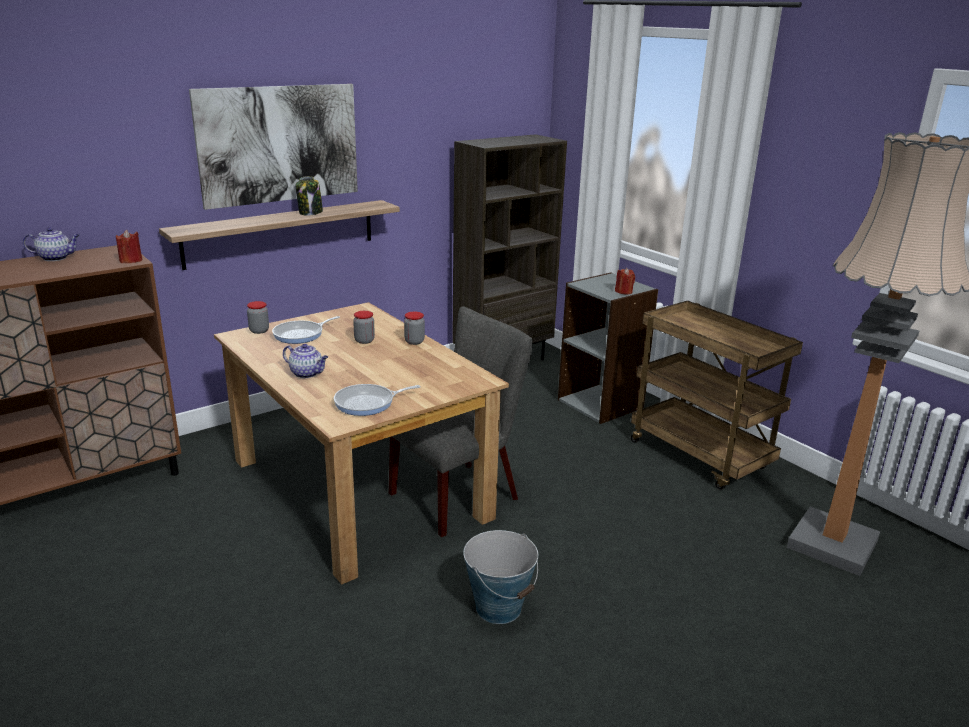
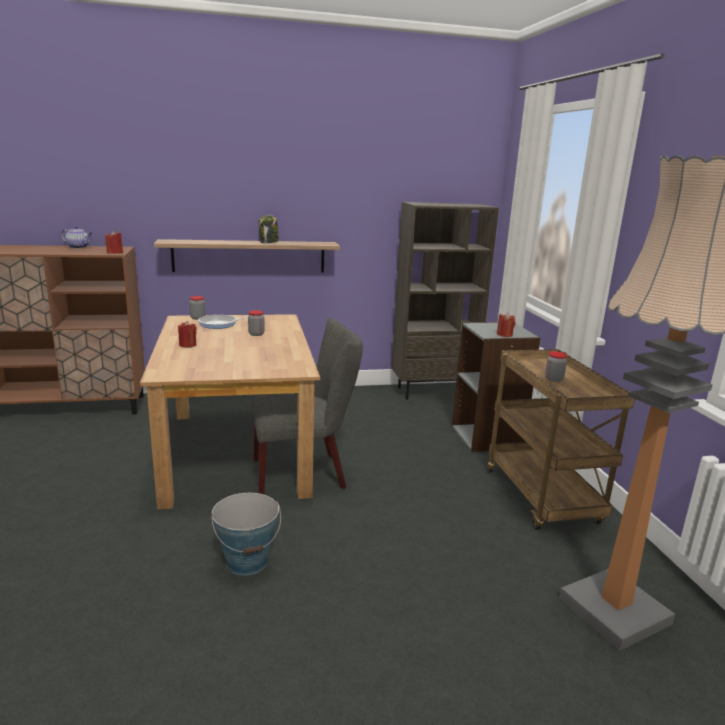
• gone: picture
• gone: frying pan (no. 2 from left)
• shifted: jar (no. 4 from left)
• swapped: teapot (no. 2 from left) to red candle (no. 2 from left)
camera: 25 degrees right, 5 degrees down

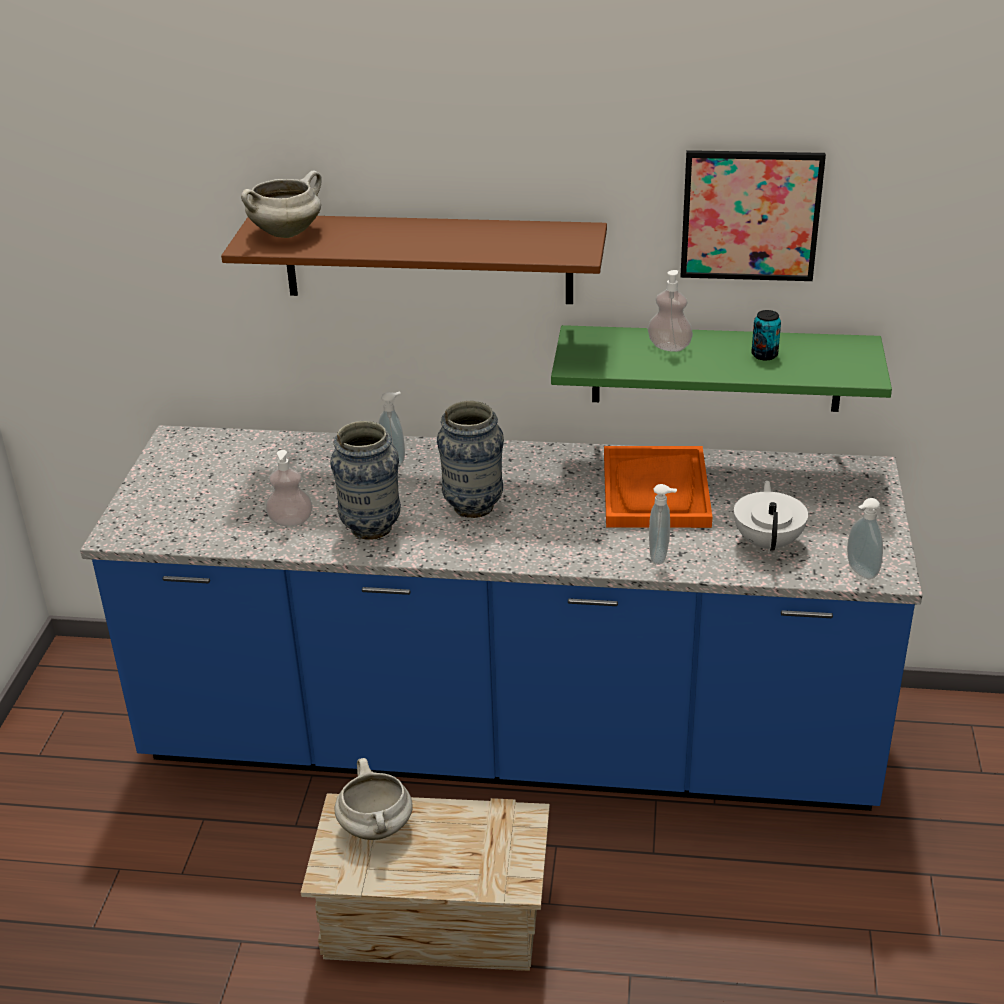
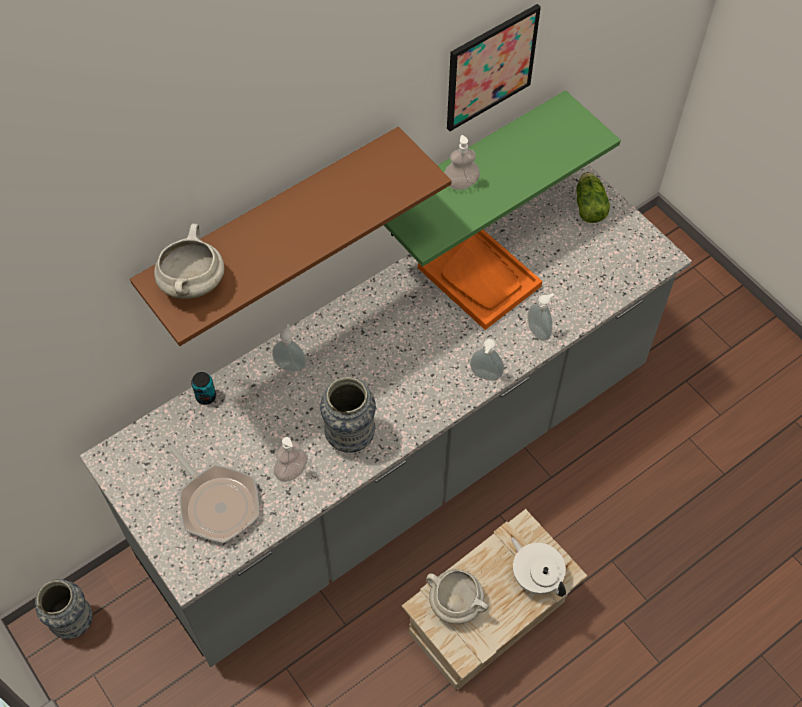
• new: frying pan
• new: lettuce
• shifted: vase (no. 2 from left in the first image) to vase (no. 1 from left)
• shifted: white teapot
• shifted: can
• shifted: soap dispenser (no. 5 from left in the first image) to soap dispenser (no. 4 from left)
• repainted: blue counter to grey counter
camera: 45 degrees left, 25 degrees up

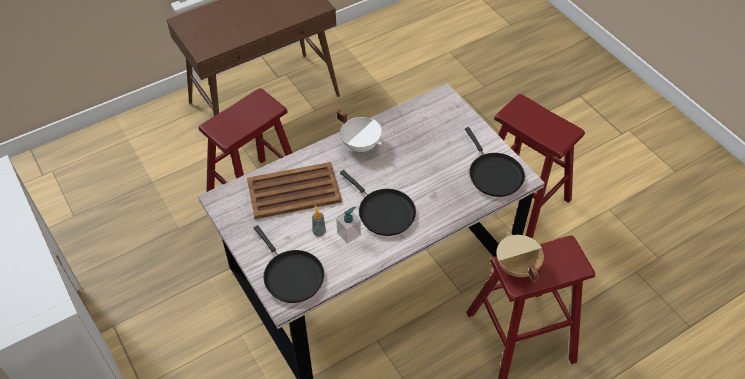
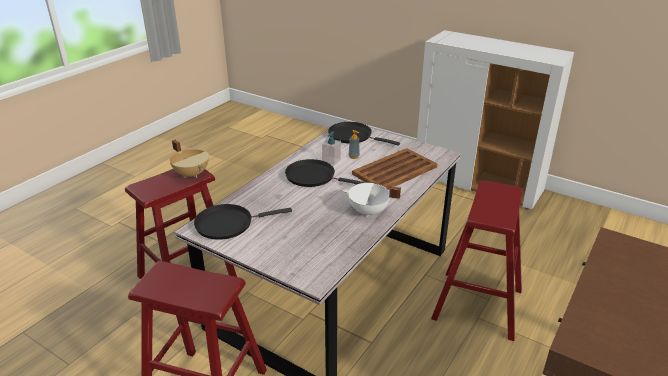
• rotated: black frying pan (no. 3 from left in the first image) 60 degrees counterclockwise
camera: 155 degrees right, 20 degrees down

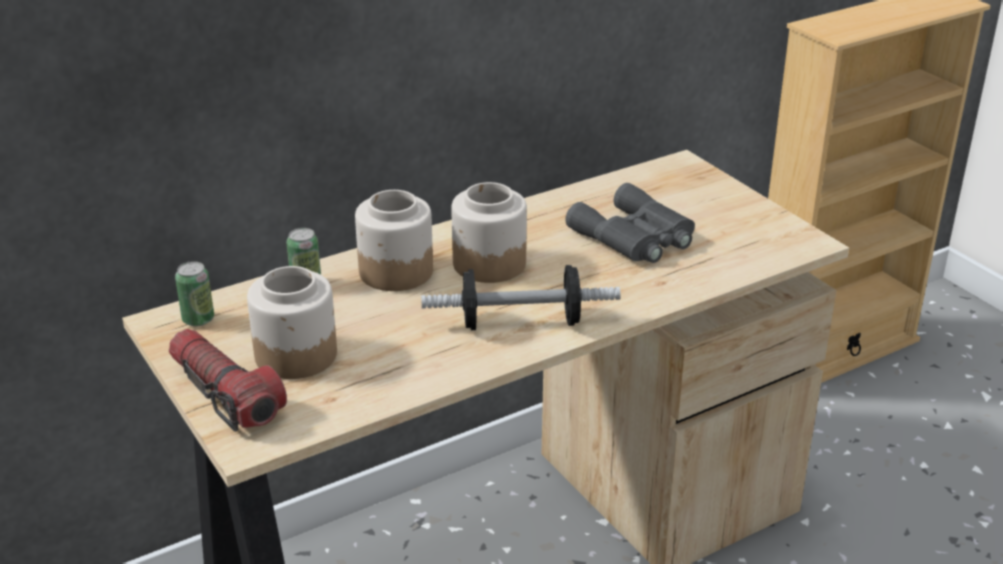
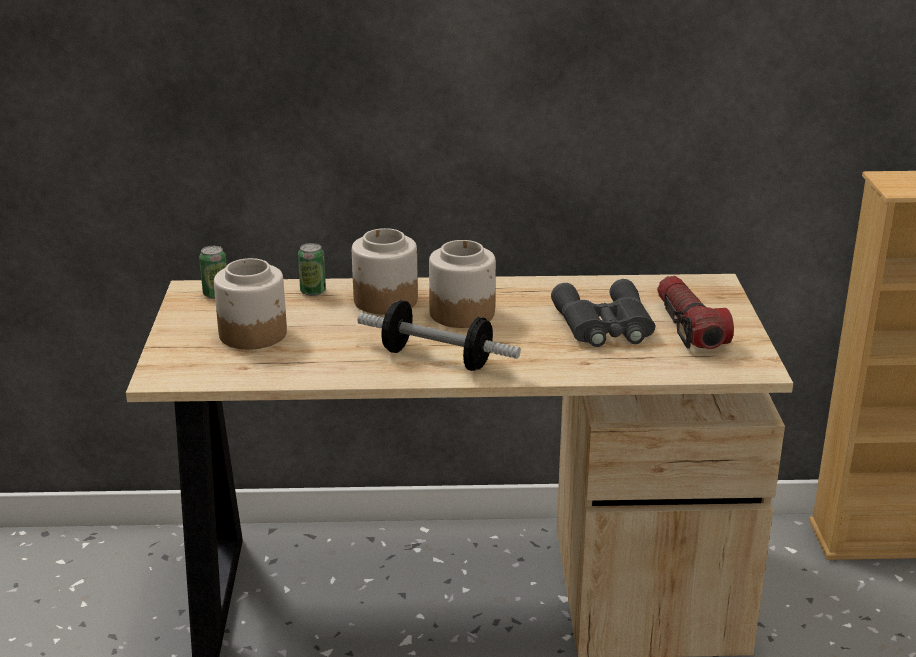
• shifted: flashlight
camera: 30 degrees right, 5 degrees down

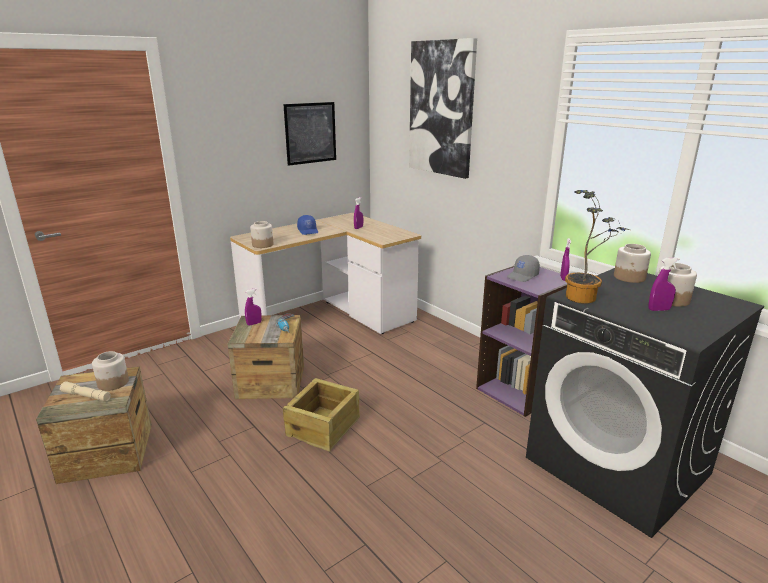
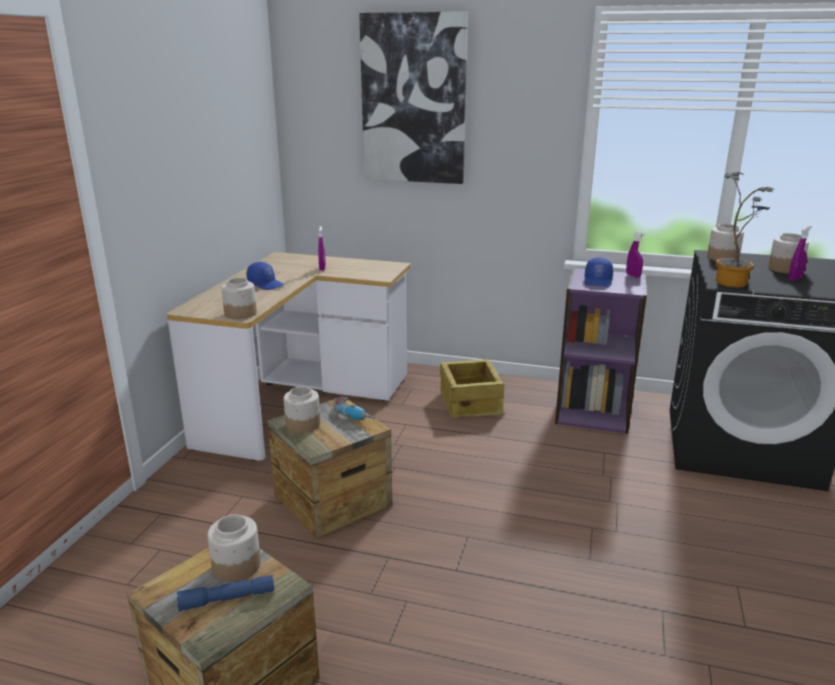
• gone: picture (no. 1 from left)
• shifted: crate (no. 3 from left)
• swapped: purple spray bottle (no. 1 from left) to jar (no. 3 from left)
• repainted: beige flashlight to blue flashlight
• repainted: grey cap to blue cap (no. 2 from left)
camera: 35 degrees left, 0 degrees up

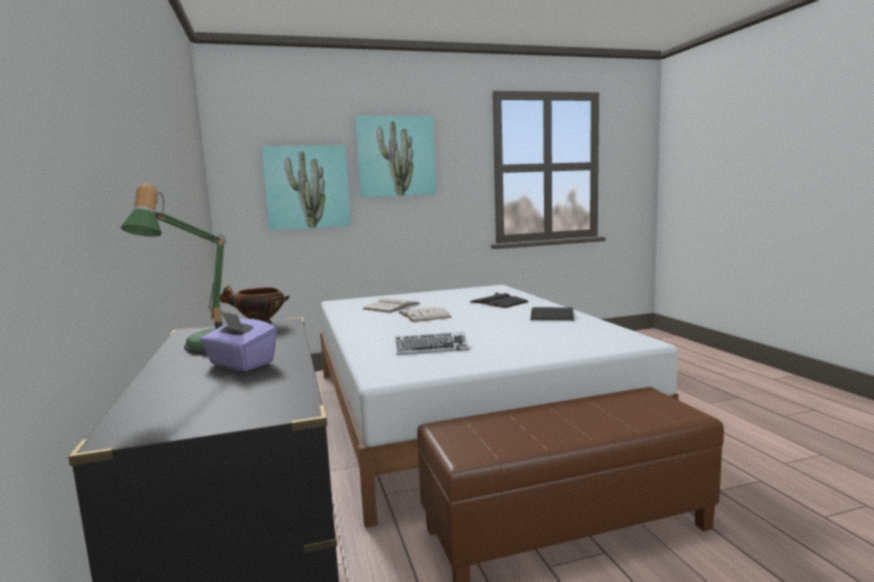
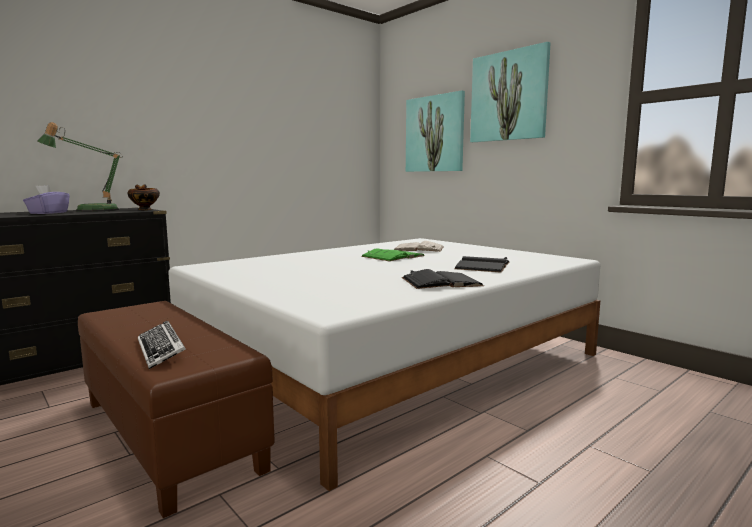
• shifted: keyboard
• repainted: white book (no. 2 from left) to green book
camera: 65 degrees right, 0 degrees up

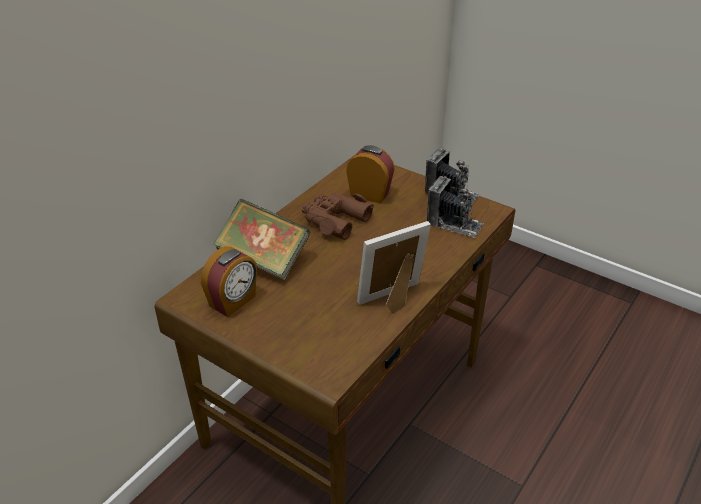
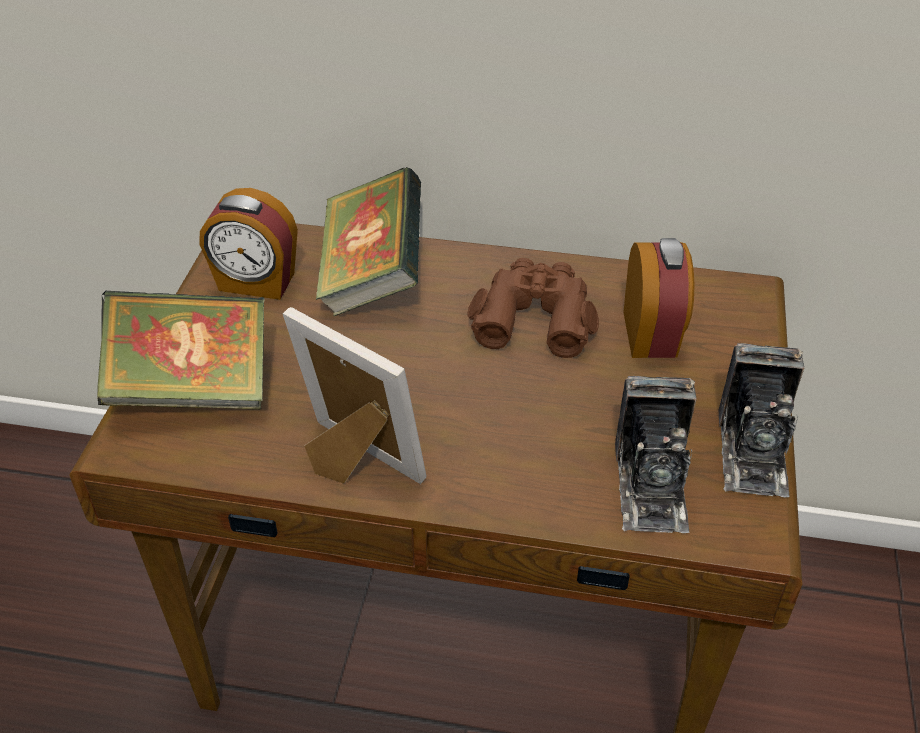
• new: book (no. 1 from left)
camera: 65 degrees right, 5 degrees up

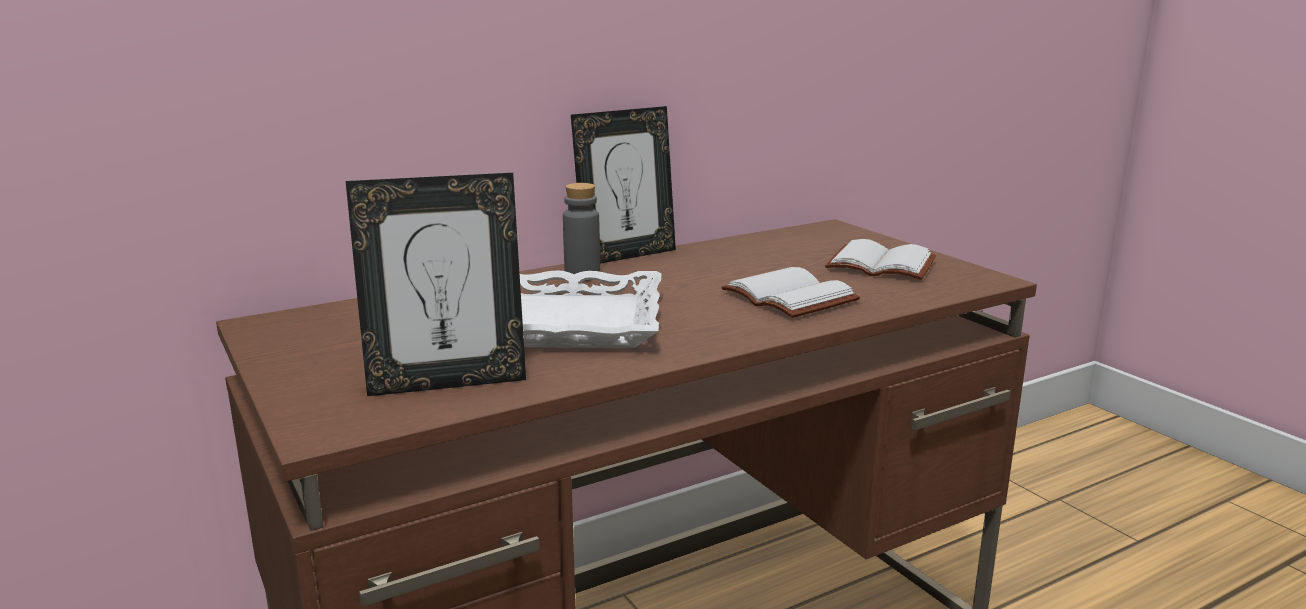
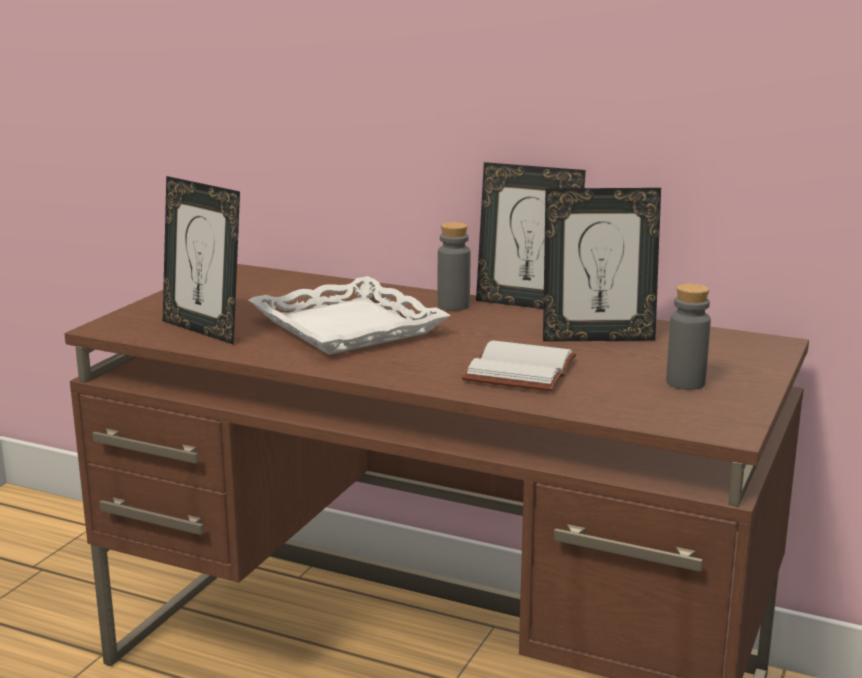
• new: picture frame (no. 3 from left)
• swapped: white book (no. 2 from left) to grey bottle (no. 2 from left)
camera: 55 degrees right, 0 degrees up

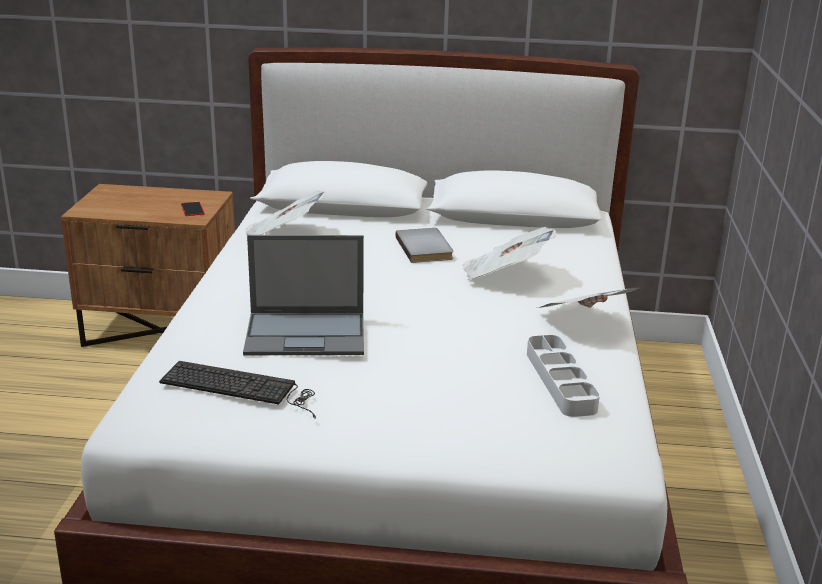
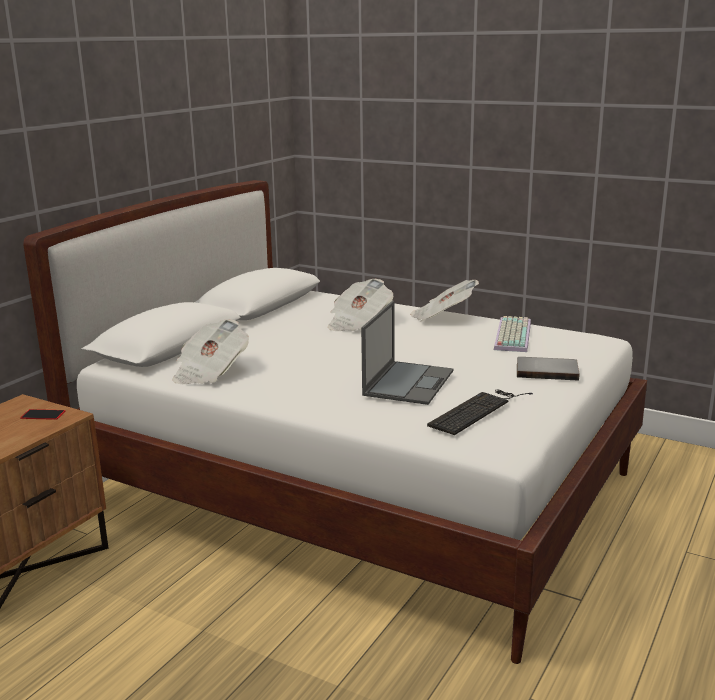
• shifted: grey book
• swapped: grey tray to keyboard (no. 2 from left)
camera: 65 degrees left, 5 degrees down

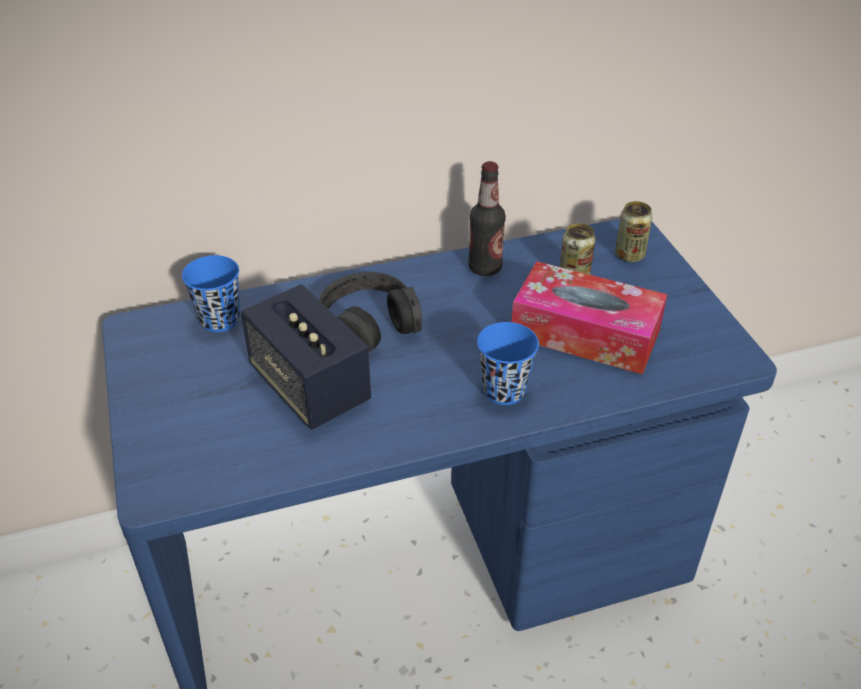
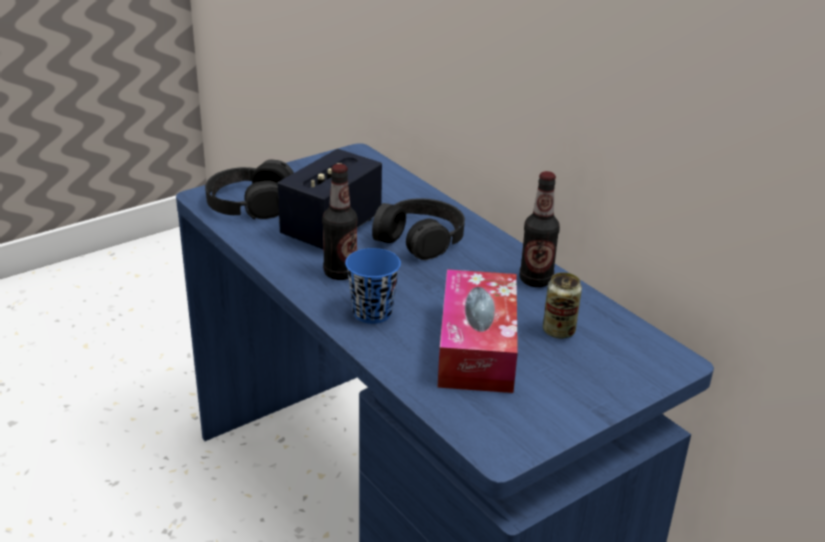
• gone: blue cup (no. 1 from left)
• gone: can (no. 2 from left)
• new: black headphones (no. 1 from left)
• new: bottle (no. 1 from left)
camera: 70 degrees right, 10 degrees down

